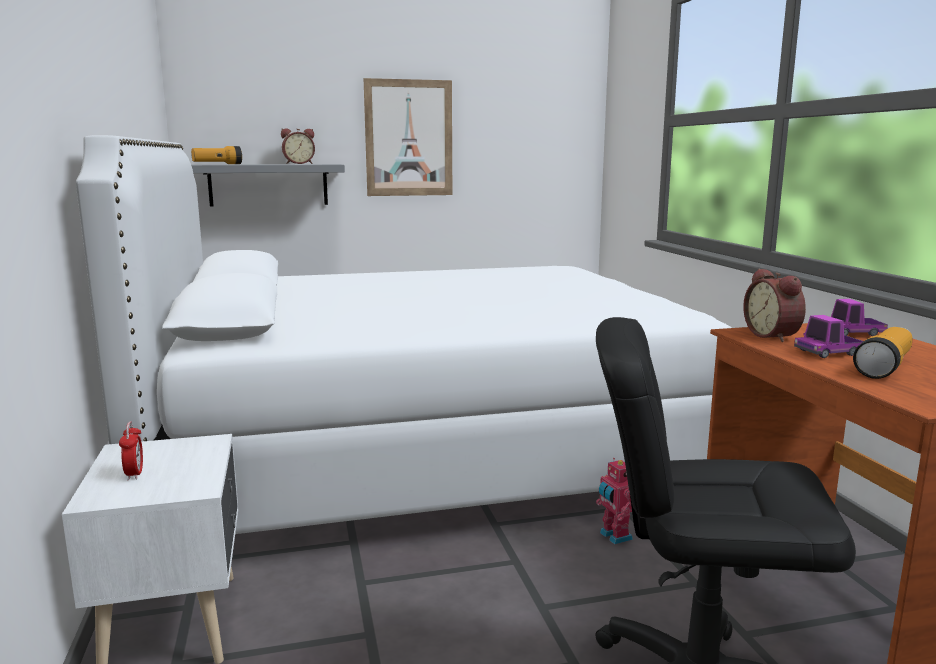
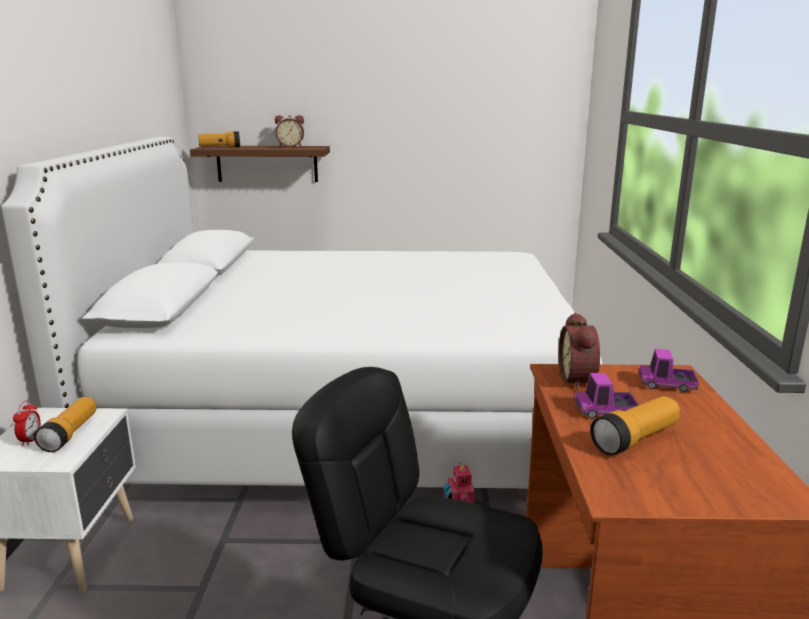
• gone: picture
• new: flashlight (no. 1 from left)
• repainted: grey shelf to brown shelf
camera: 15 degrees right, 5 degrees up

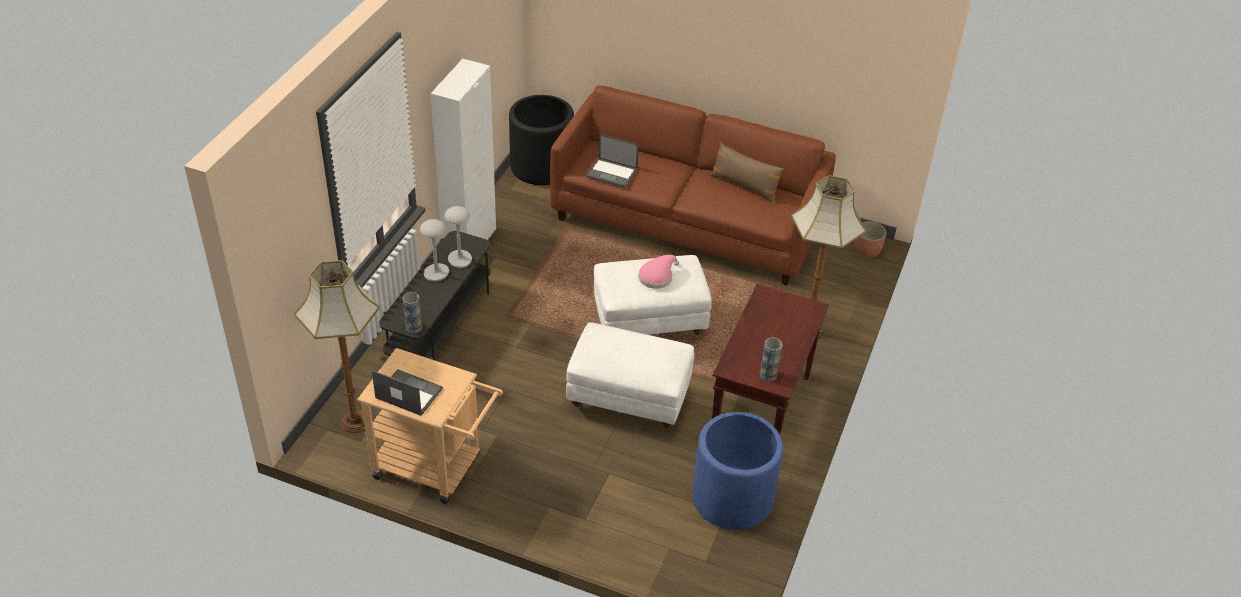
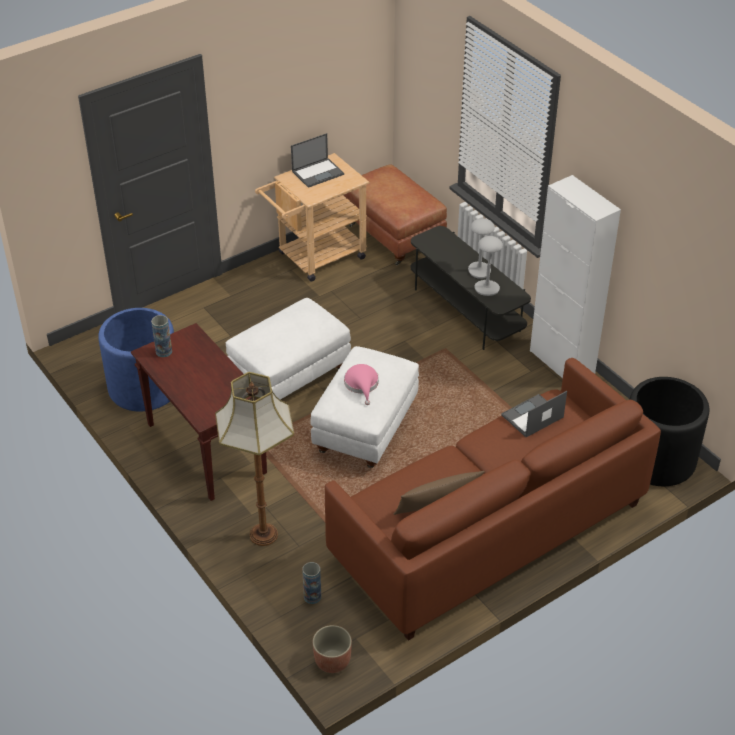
• shifted: vase (no. 1 from left in the first image) to vase (no. 2 from left)
• swapped: floor lamp (no. 1 from left) to brown ottoman
camera: 125 degrees right, 0 degrees up

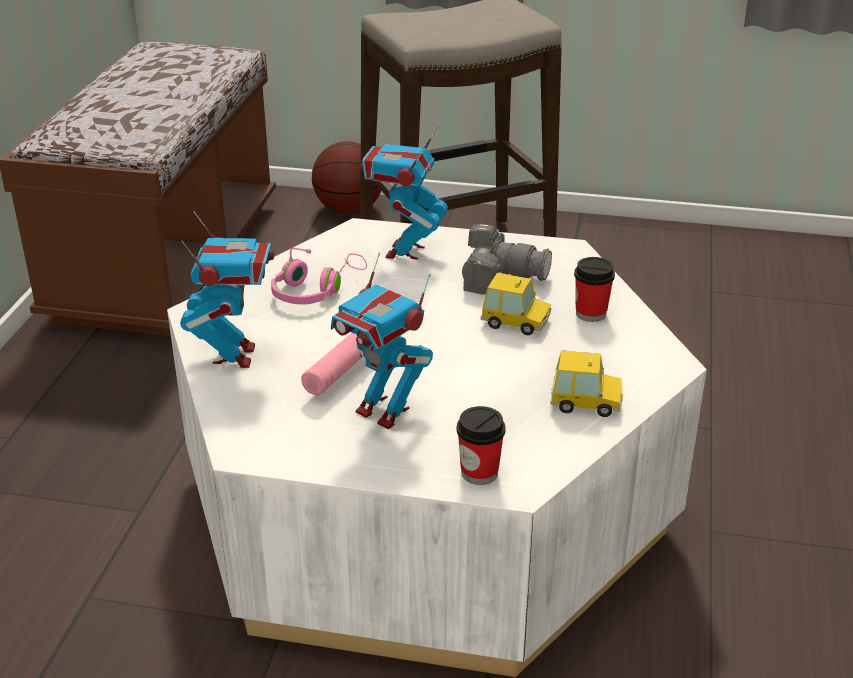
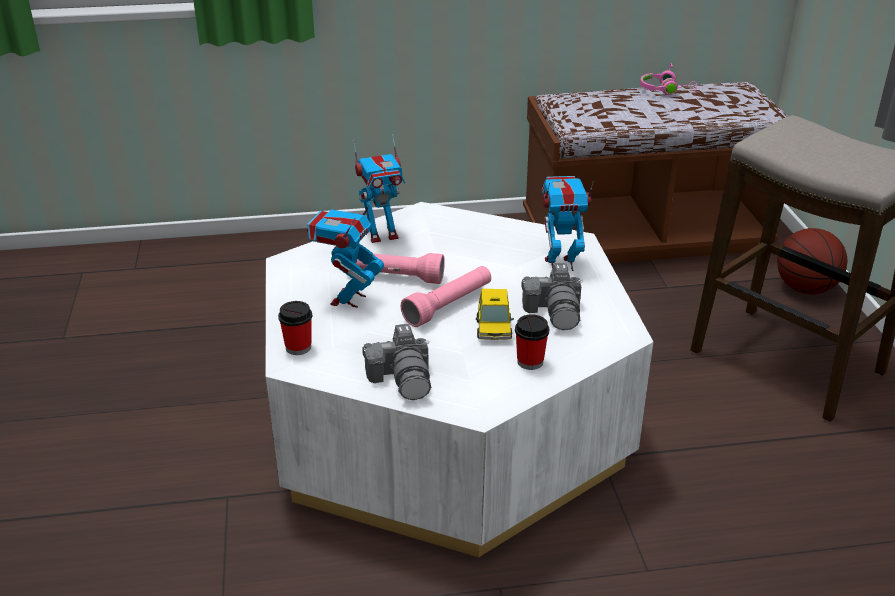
• new: pink flashlight (no. 2 from left)
• shifted: pink headphones
• swapped: toy car (no. 2 from left) to photo camera (no. 1 from left)
camera: 70 degrees right, 0 degrees up

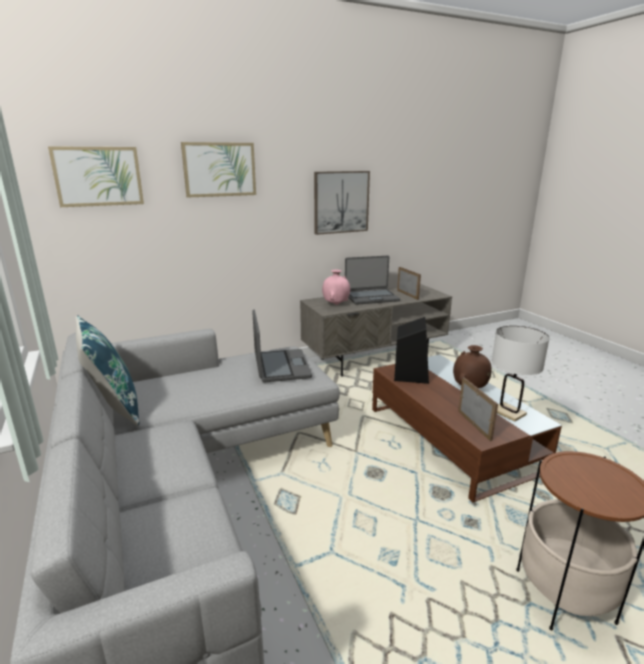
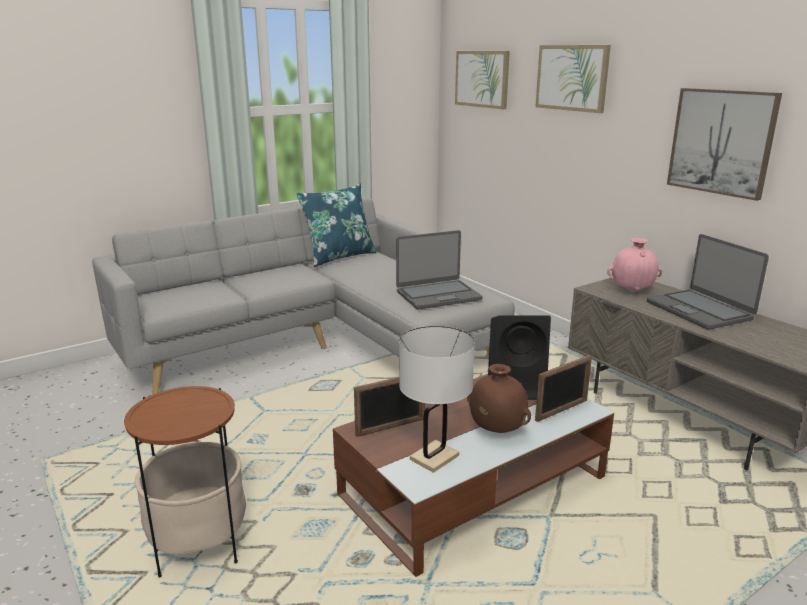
• shifted: picture frame (no. 1 from left in the first image) to picture frame (no. 2 from left)
camera: 80 degrees right, 0 degrees up

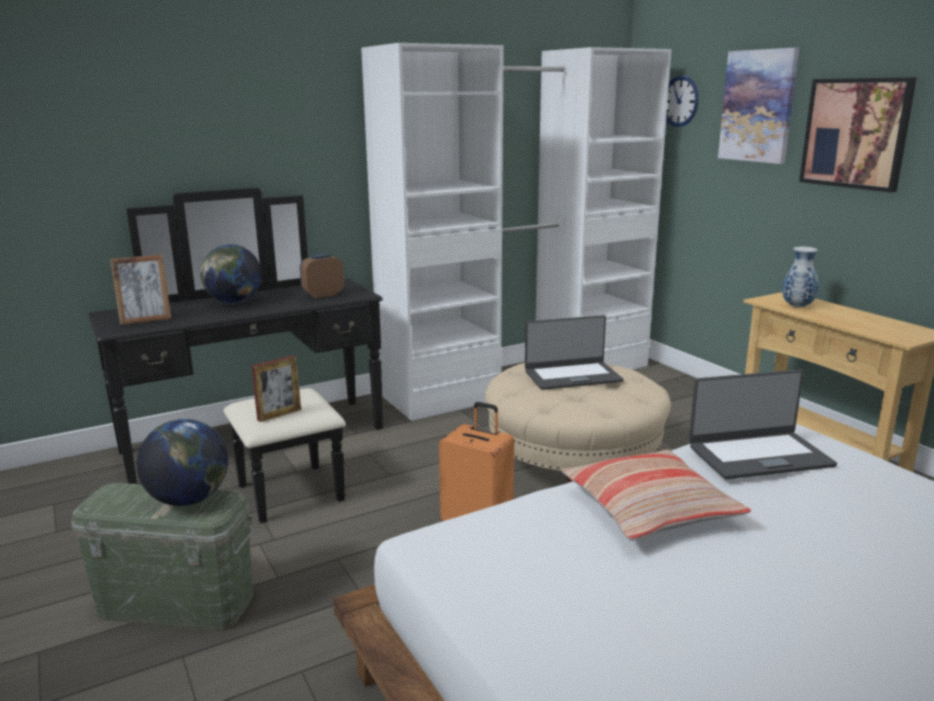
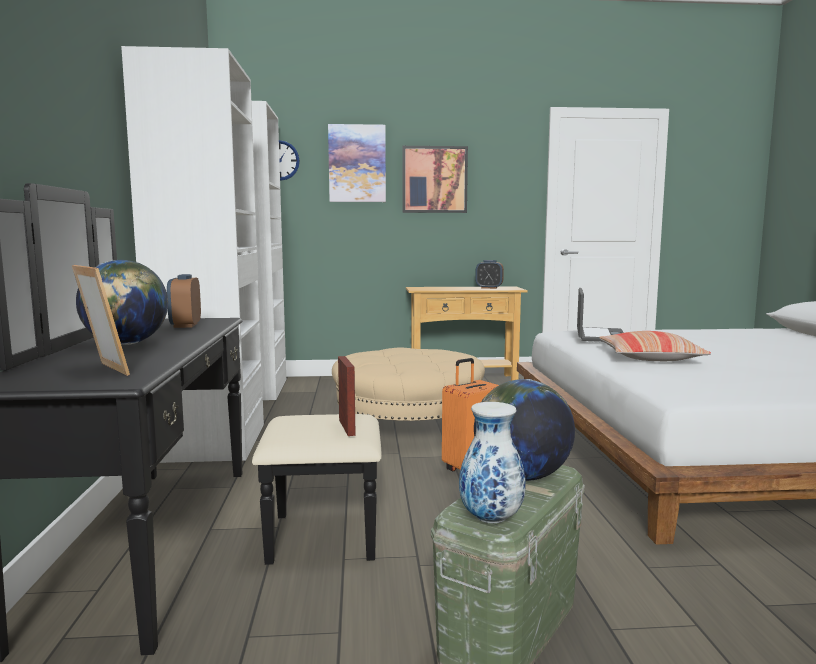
• gone: laptop (no. 1 from left)
• new: alarm clock (no. 2 from left)
• shifted: vase
• rotated: picture frame (no. 1 from left) 45 degrees counterclockwise
camera: 65 degrees left, 10 degrees down

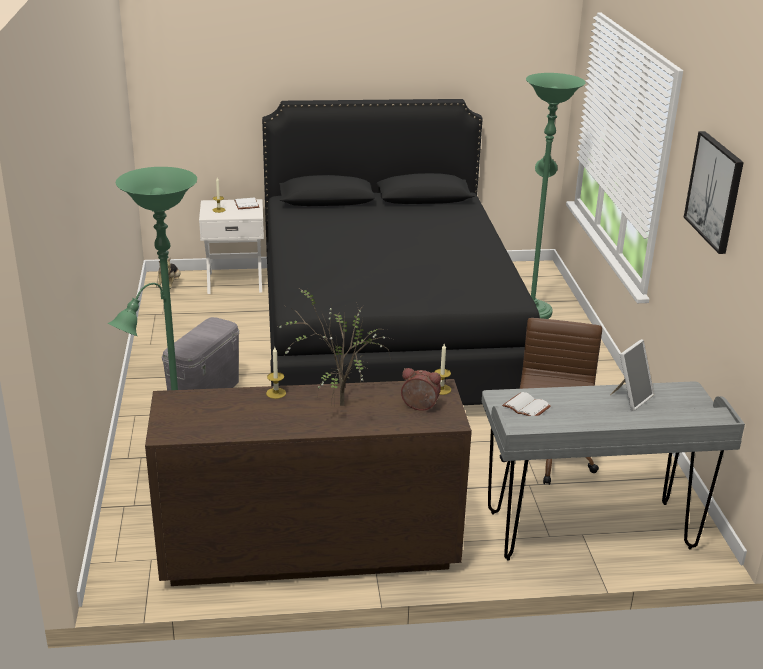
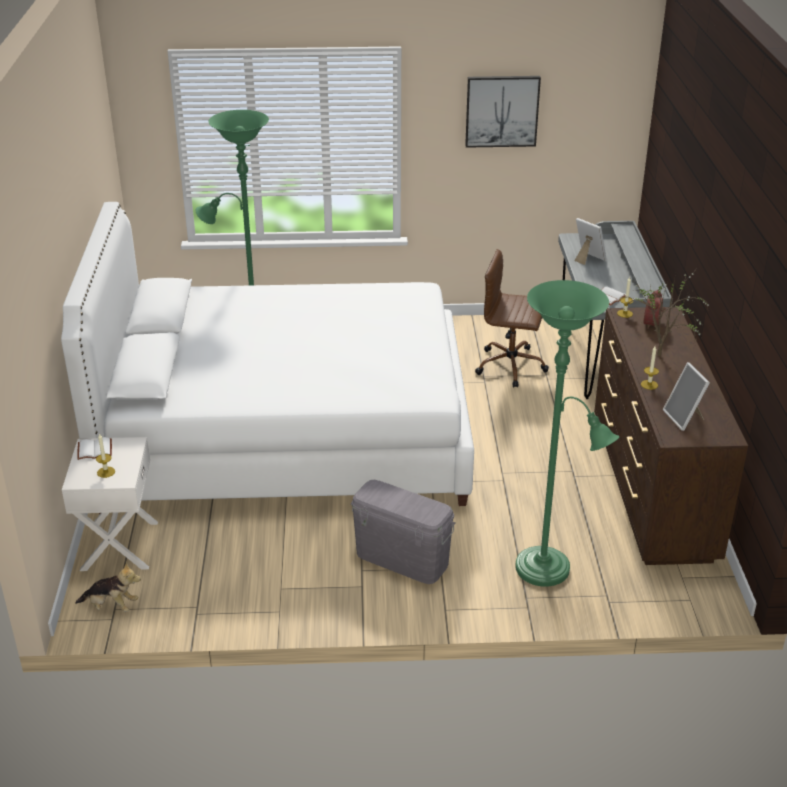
• new: picture frame (no. 2 from left)
• repainted: black bed to white bed
camera: 85 degrees left, 5 degrees up

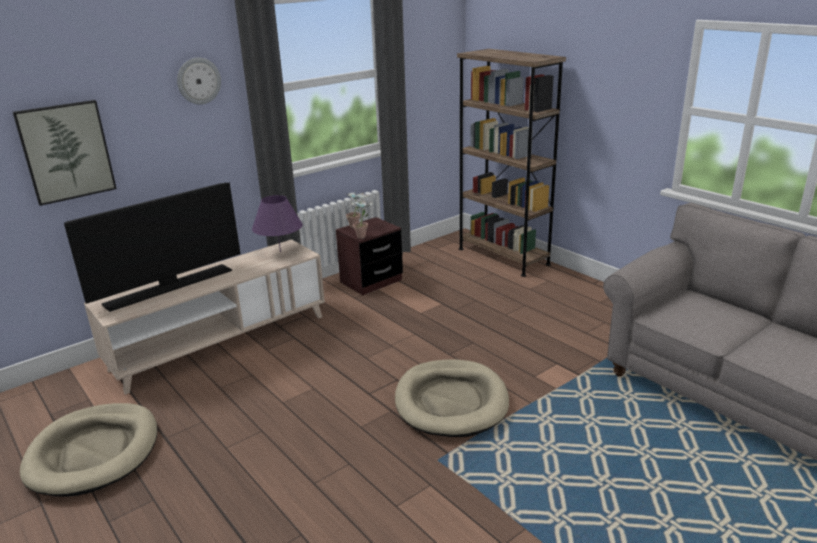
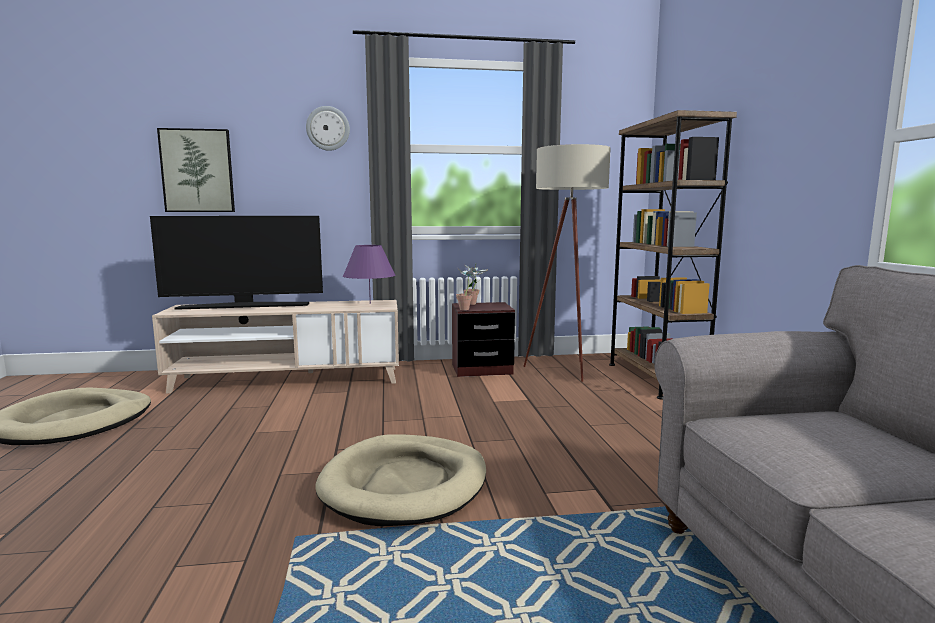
• new: beige floor lamp
camera: 30 degrees right, 15 degrees down

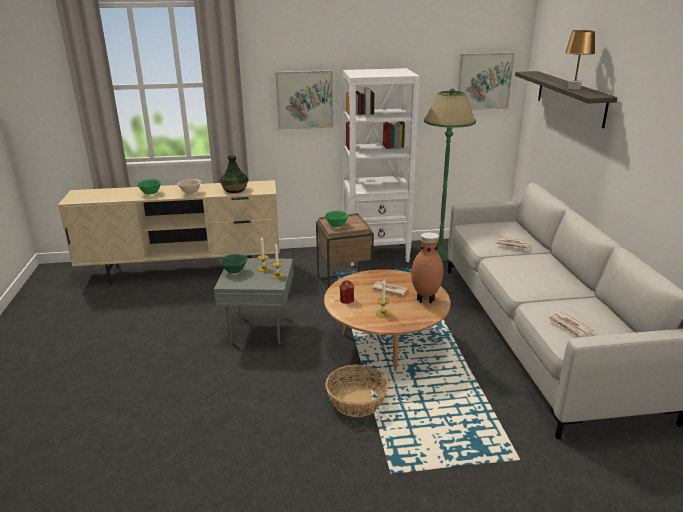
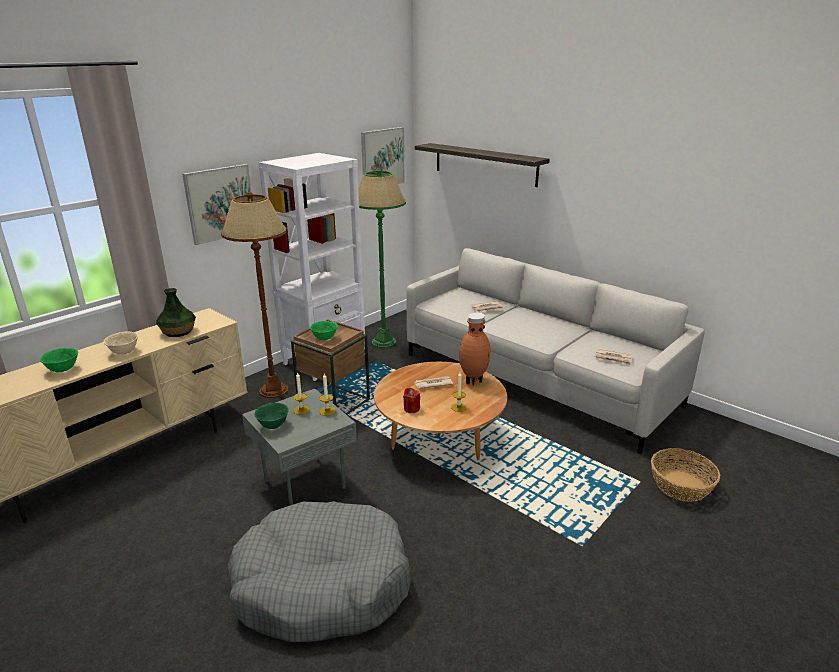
• gone: brown table lamp
• new: brown floor lamp
• new: grey dog bed
• shifted: basket
camera: 40 degrees left, 0 degrees up

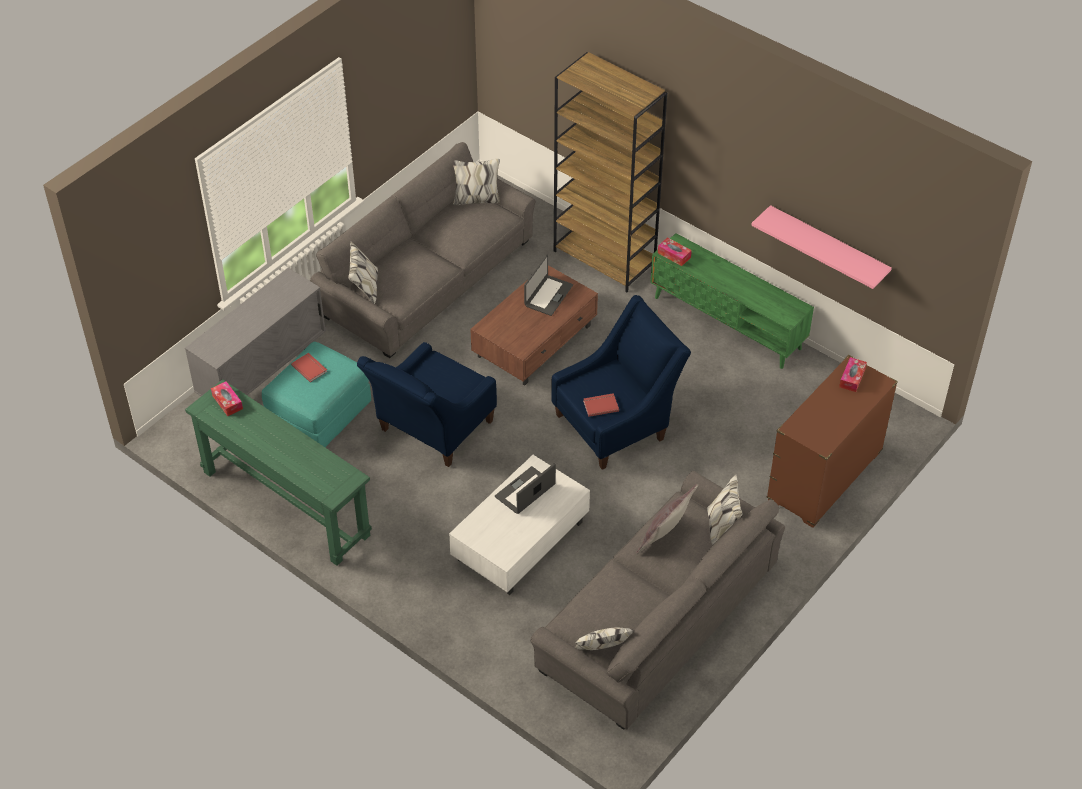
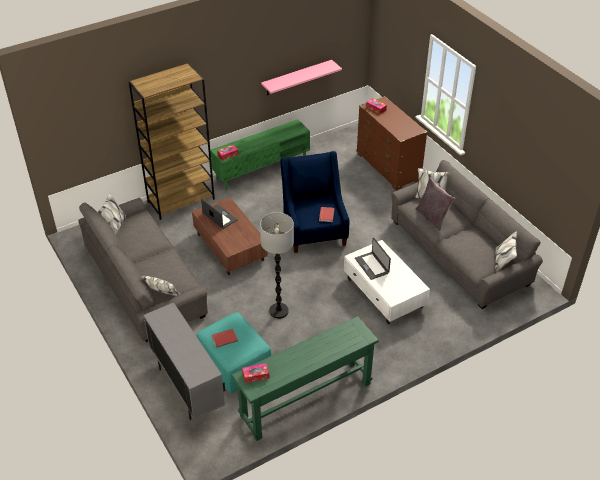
• swapped: blue armchair (no. 1 from left) to floor lamp
camera: 70 degrees left, 5 degrees down

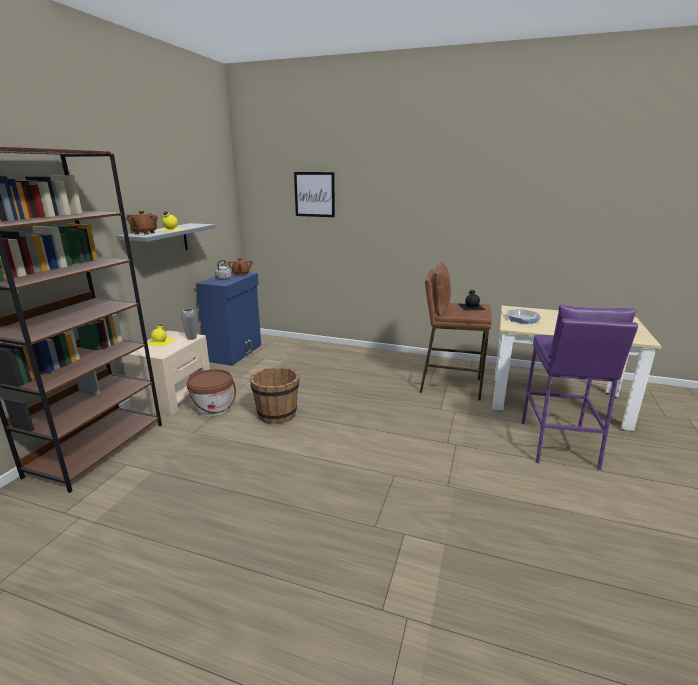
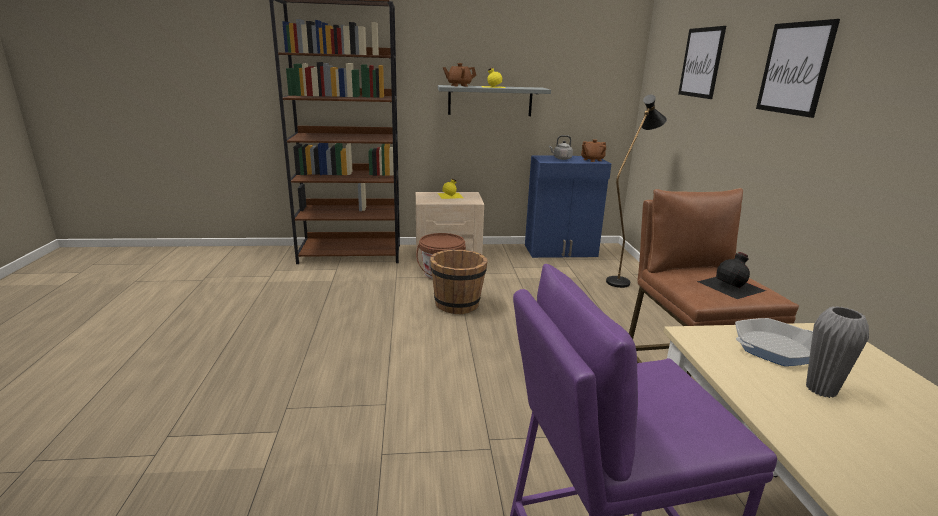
• new: black floor lamp
• new: picture (no. 2 from left)
• shifted: grey vase
camera: 65 degrees right, 0 degrees up

